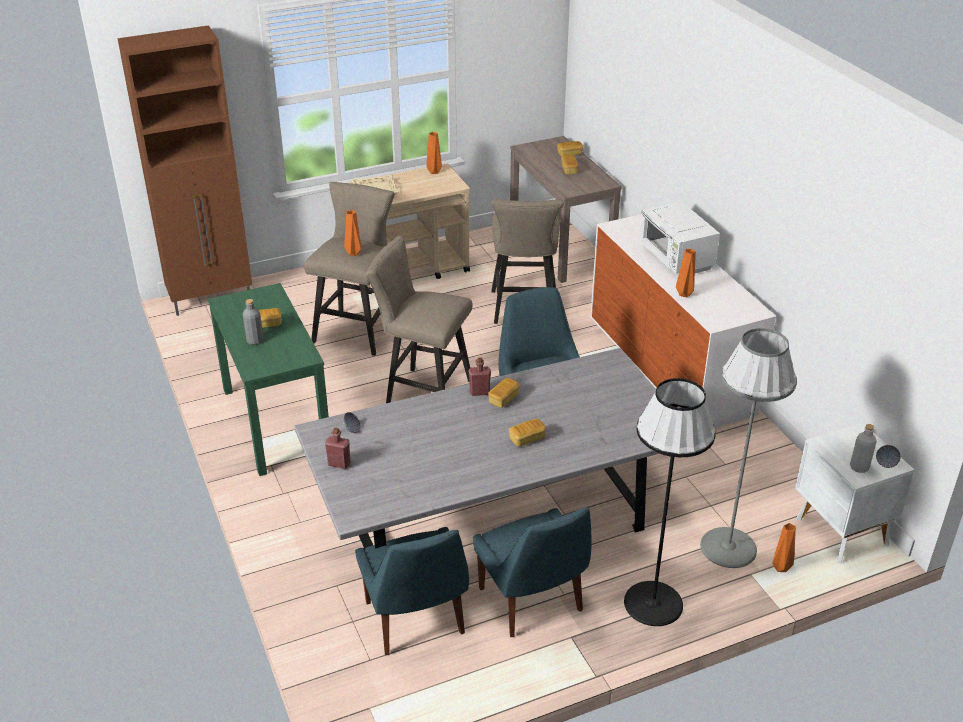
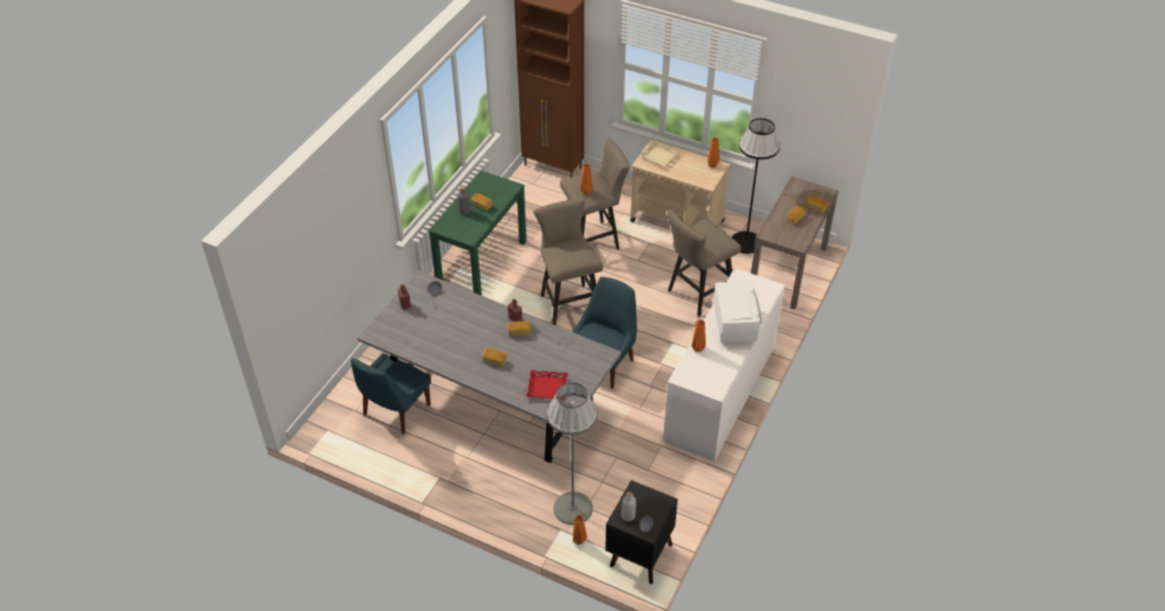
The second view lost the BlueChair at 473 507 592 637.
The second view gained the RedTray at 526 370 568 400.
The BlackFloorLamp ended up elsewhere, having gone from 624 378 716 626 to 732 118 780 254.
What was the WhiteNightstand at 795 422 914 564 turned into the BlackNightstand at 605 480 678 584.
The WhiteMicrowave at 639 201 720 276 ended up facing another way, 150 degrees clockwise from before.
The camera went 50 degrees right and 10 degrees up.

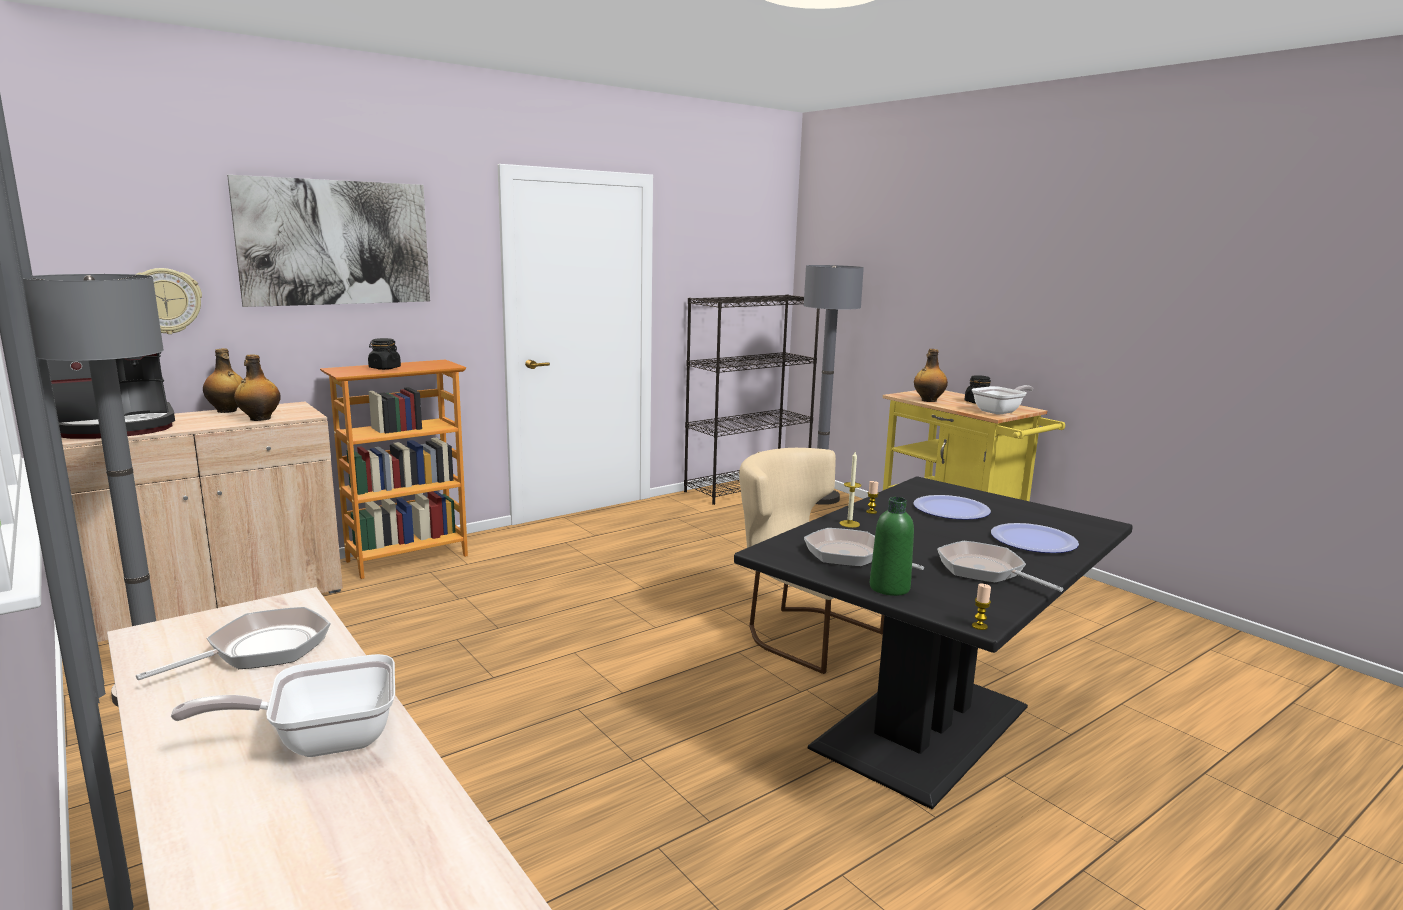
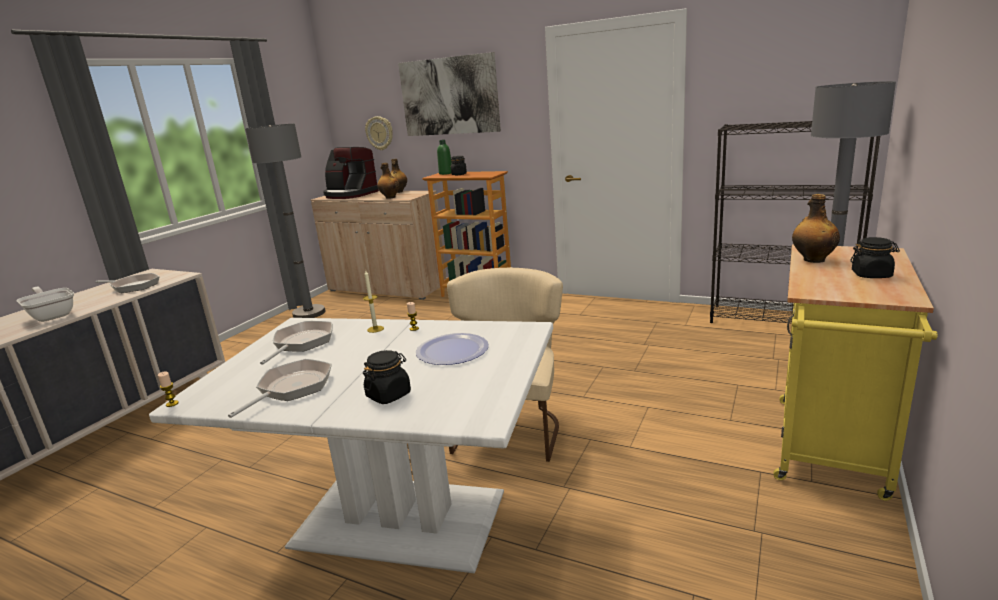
The second view lost the FryingPan at 972 385 1033 415.
The GreenBottle ended up elsewhere, having gone from 870 497 914 596 to 437 140 452 175.
Where the Plate stood at 991 523 1079 553, the BlackJar came to stand at 363 350 411 404.
What was the BlackDiningTable at 734 476 1133 809 turned into the WhiteDiningTable at 149 318 553 573.
The camera went 65 degrees right and 5 degrees up.

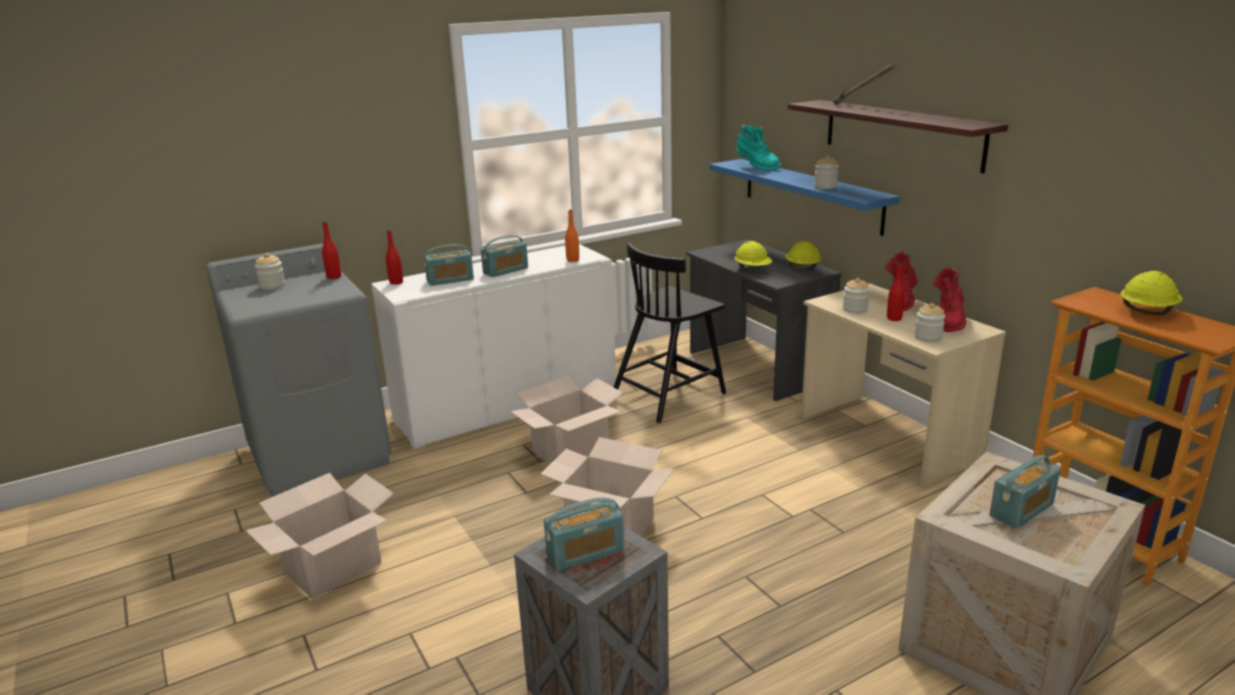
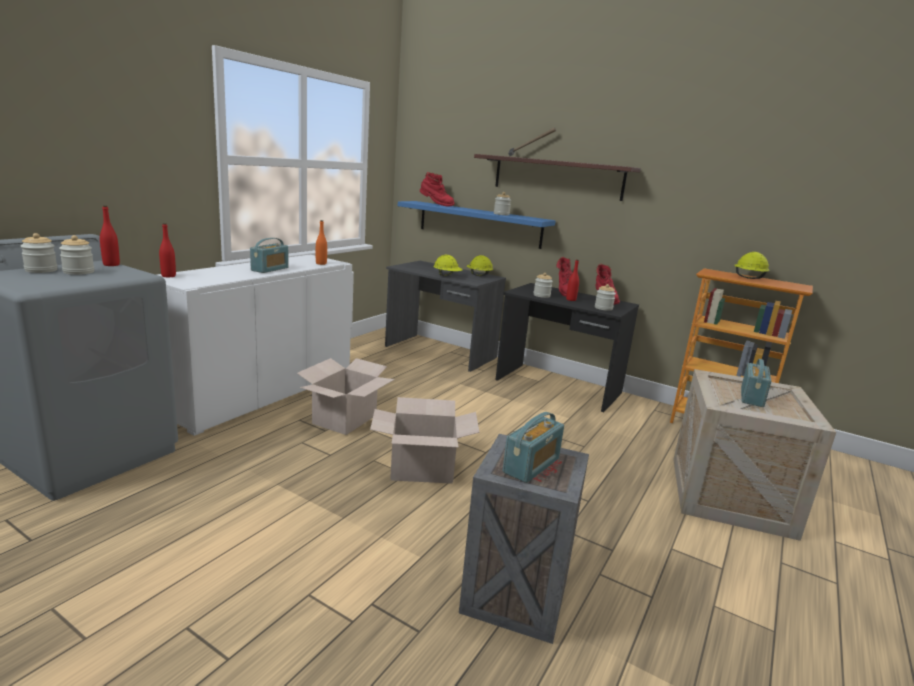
The second view lost the CardboardBox at 245 473 394 599.
The second view lost the Radio at 424 244 474 286.
The second view lost the BlackChair at 614 243 726 423.
The second view gained the Jar at 59 235 94 275.
What was the TurquoiseBoot at 736 125 781 171 turned into the RedBoot at 420 172 454 206.
What was the BeigeDesk at 801 283 1006 487 turned into the BlackDesk at 495 283 639 412.
The camera went 30 degrees left and 5 degrees down.

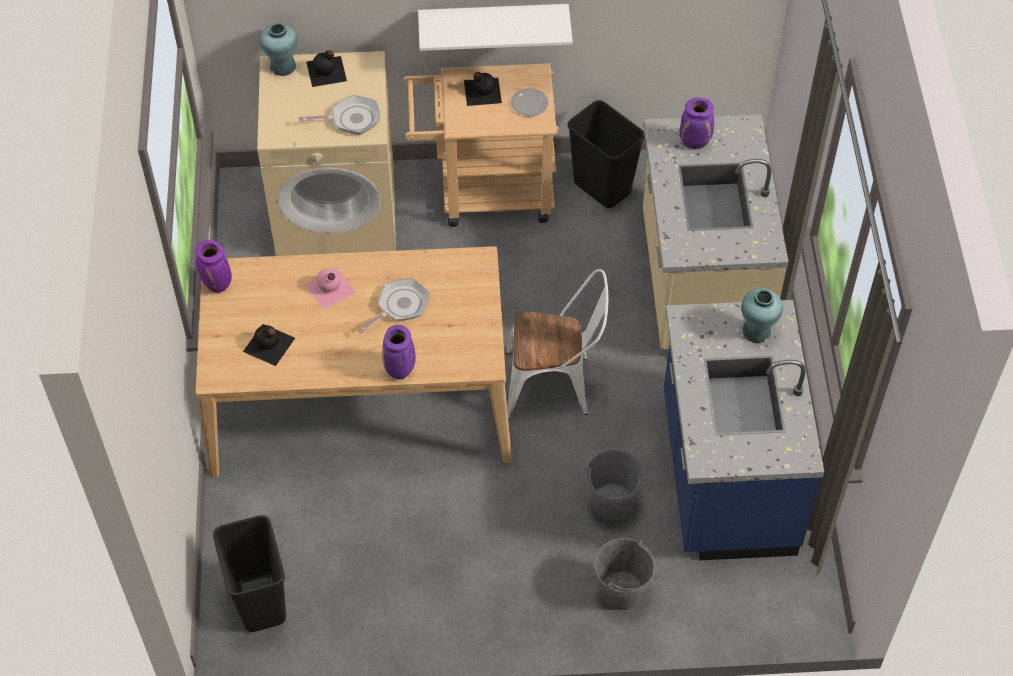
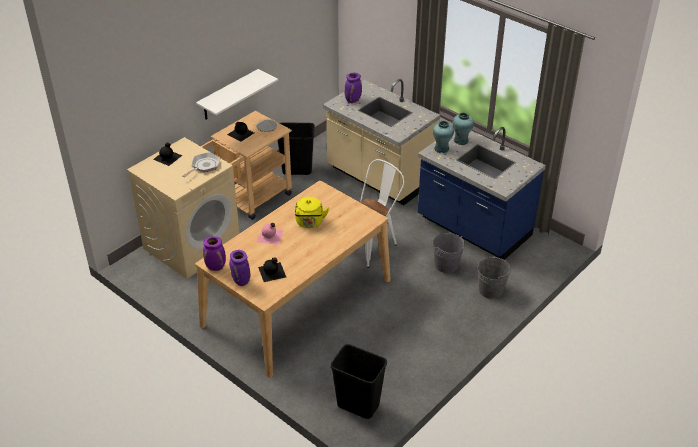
The TurquoiseVase ended up elsewhere, having gone from 260 23 298 76 to 433 121 454 153.
The PurpleVase ended up elsewhere, having gone from 382 325 416 379 to 229 250 251 286.
Where the FryingPan stood at 357 278 430 333, the YellowKettle came to stand at 295 197 329 228.
The camera went 45 degrees left and 15 degrees down.

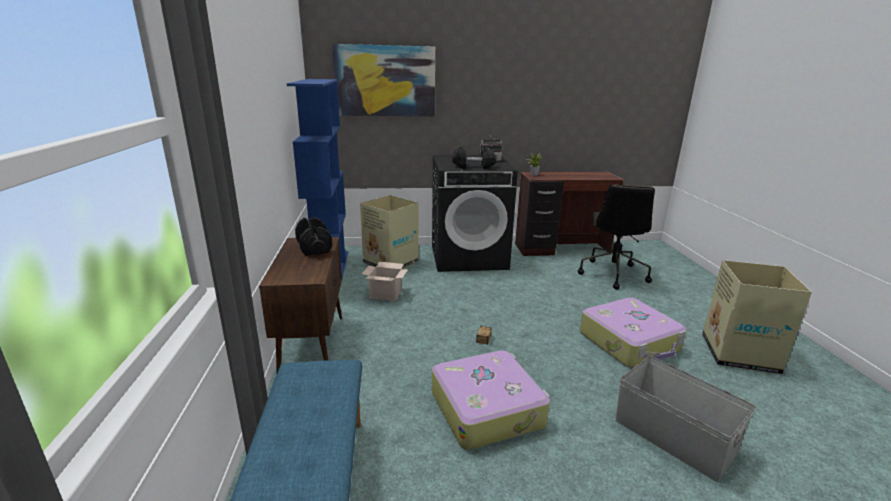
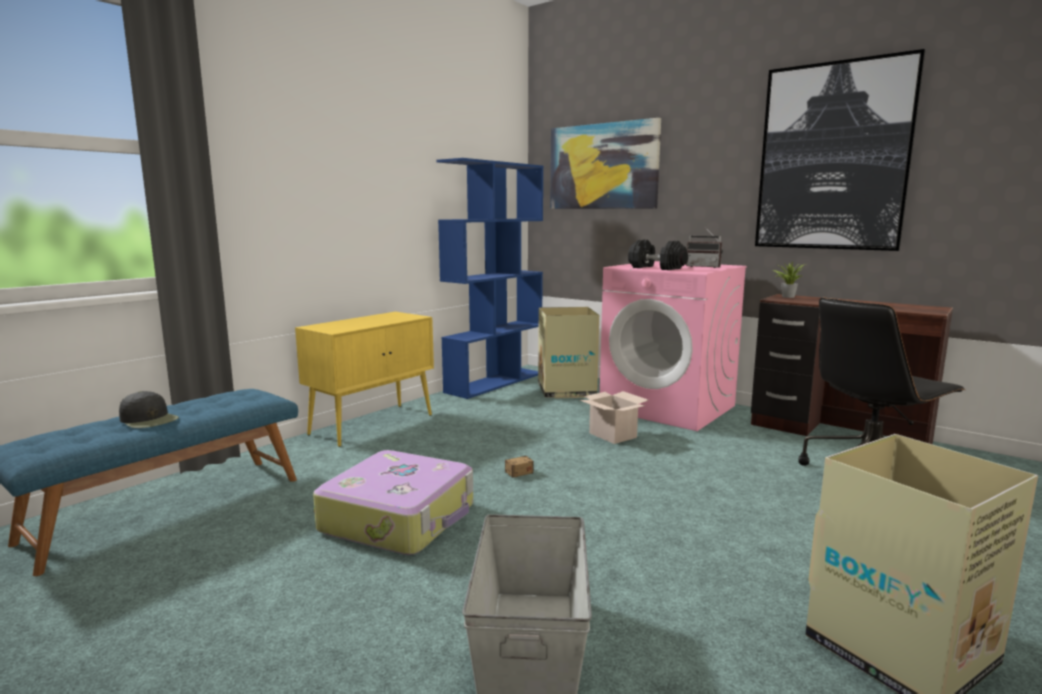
The second view lost the BlackDumbbell at 295 217 332 256.
The second view lost the Suitcase at 580 298 687 368.
The second view gained the BlackCap at 119 391 179 428.
The second view gained the Picture at 755 49 925 251.
The CardboardBox ended up elsewhere, having gone from 362 262 408 301 to 580 391 648 444.
What was the BrownCabinet at 259 237 342 373 turned into the YellowCabinet at 295 312 434 447.
What was the BlackWashingMachine at 432 155 518 272 turned into the PinkWashingMachine at 600 261 747 431.
The camera went 45 degrees right and 10 degrees down.

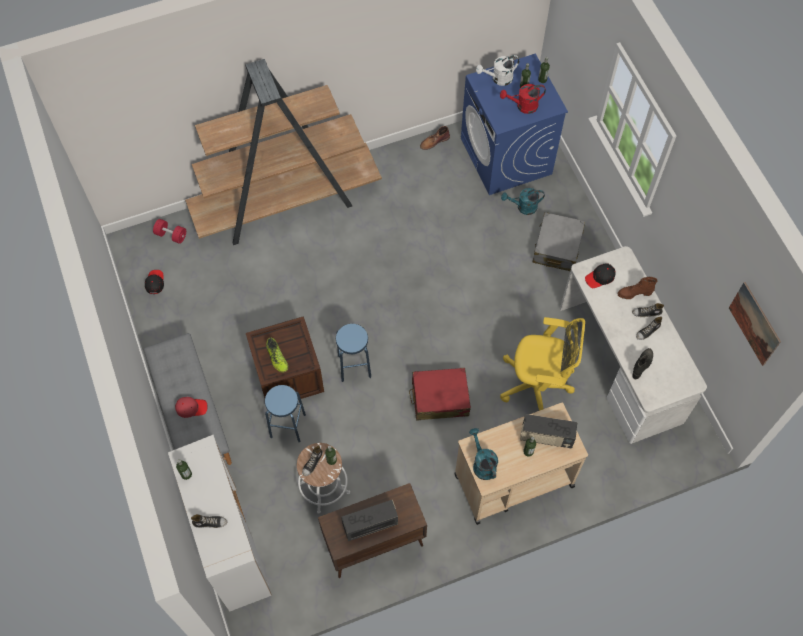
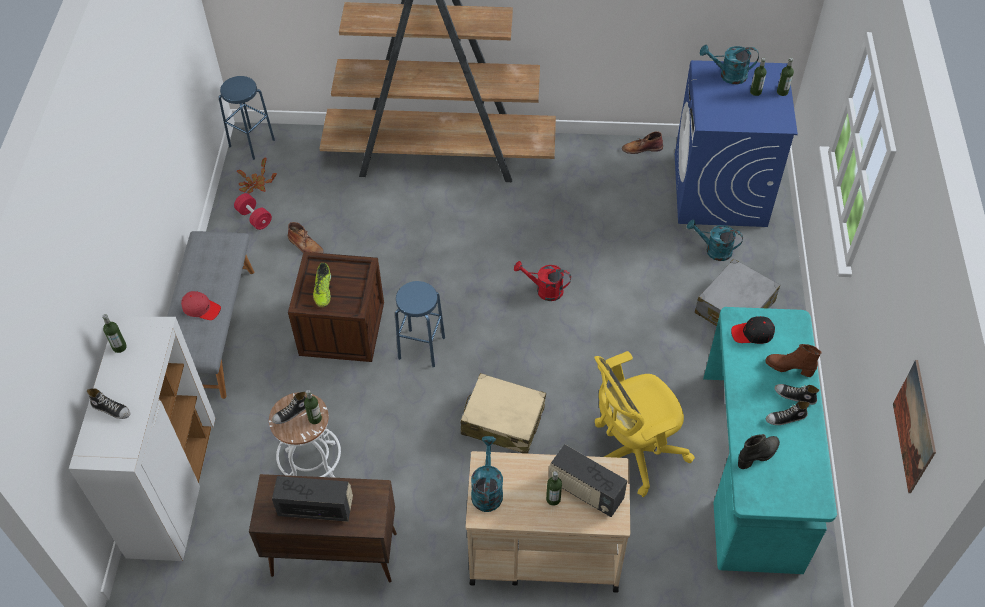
The second view gained the BrownBoot at 288 222 324 253.
The RedDumbbell ended up elsewhere, having gone from 153 219 186 244 to 234 193 272 230.
The BlueStool ended up elsewhere, having gone from 265 385 306 442 to 219 76 275 160.
The RedWateringCan ended up elsewhere, having gone from 500 84 546 114 to 514 261 571 301.
Where the BlackCap stood at 145 270 164 294, the PottedPlant came to stand at 237 158 277 193.
What was the RedSuitcase at 409 368 471 421 turned into the BeigeSuitcase at 461 373 546 454.
What was the WhiteWateringCan at 476 55 520 86 turned into the TurquoiseWateringCan at 700 45 759 84.
What was the WhiteDesk at 560 246 707 444 turned into the TurquoiseDesk at 703 307 837 574.
The YellowOfficeChair at 500 317 585 411 ended up facing another way, 120 degrees clockwise from before.
The camera went 25 degrees right and 10 degrees down.

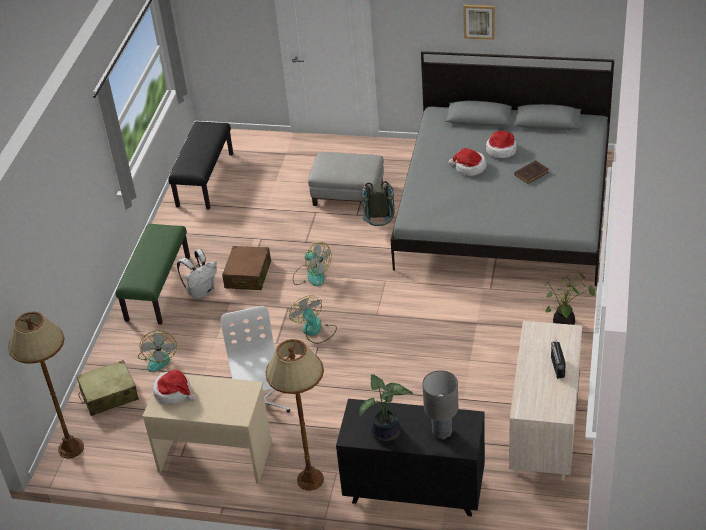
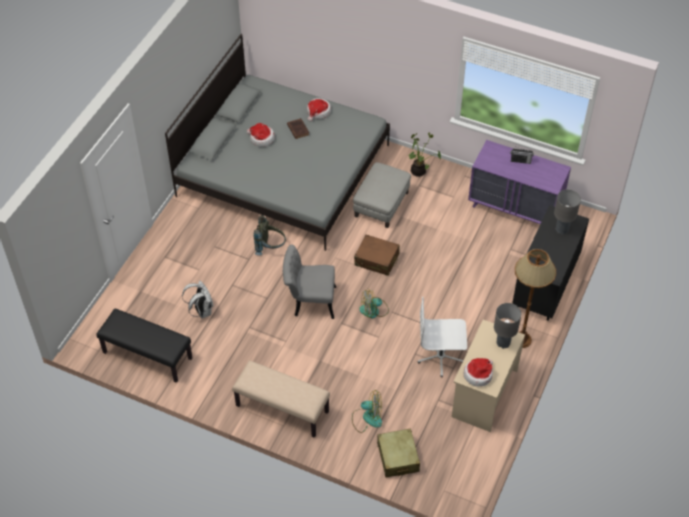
The second view lost the BrownFloorLamp at 8 311 84 459.
The second view lost the PottedPlant at 359 374 413 442.
The second view lost the Picture at 463 5 494 40.
The second view gained the GreyTableLamp at 494 303 521 349.
The WhiteBackpack ended up elsewhere, having gone from 177 249 217 300 to 182 280 213 318.
The BrownSuitcase ended up elsewhere, having gone from 222 246 271 290 to 354 235 400 276.
The GreyOttoman ended up elsewhere, having gone from 308 152 384 206 to 353 162 411 228.
The Hat ended up elsewhere, having gone from 449 148 486 176 to 307 98 331 122.
Where the Fan stood at 293 242 332 286, the GreyChair came to stand at 283 244 336 319.
What was the GreenBench at 116 224 190 325 turned into the BeigeBench at 232 360 330 438.
What was the BeigeDresser at 509 321 582 480 turned into the PurpleDresser at 468 140 571 224.
The camera went 80 degrees left and 10 degrees up.

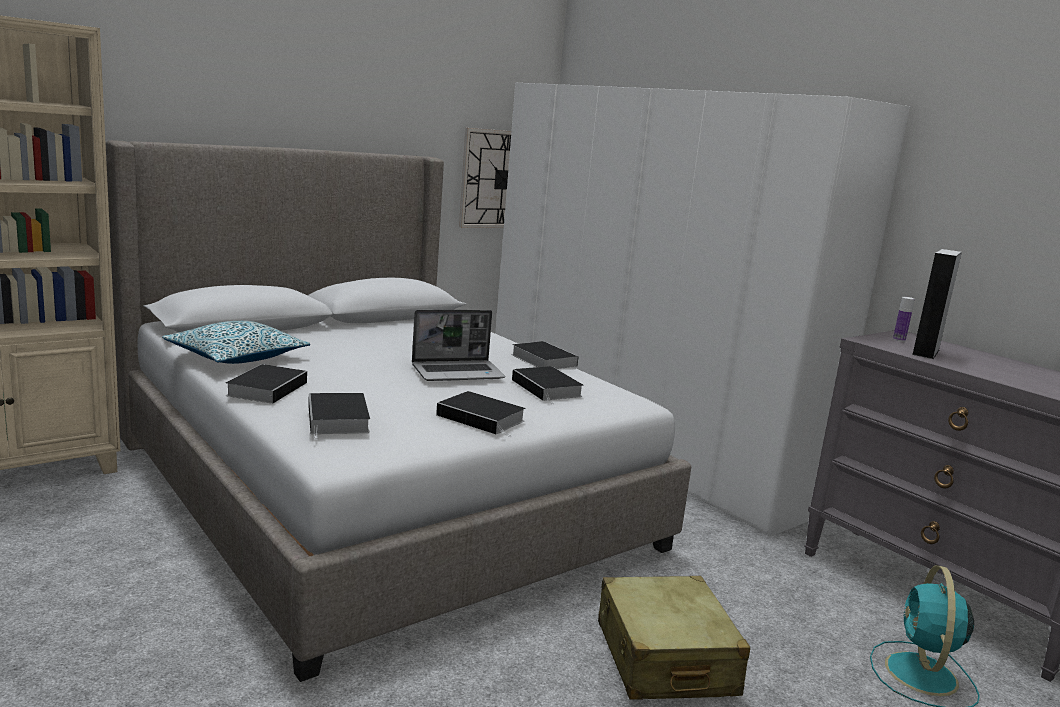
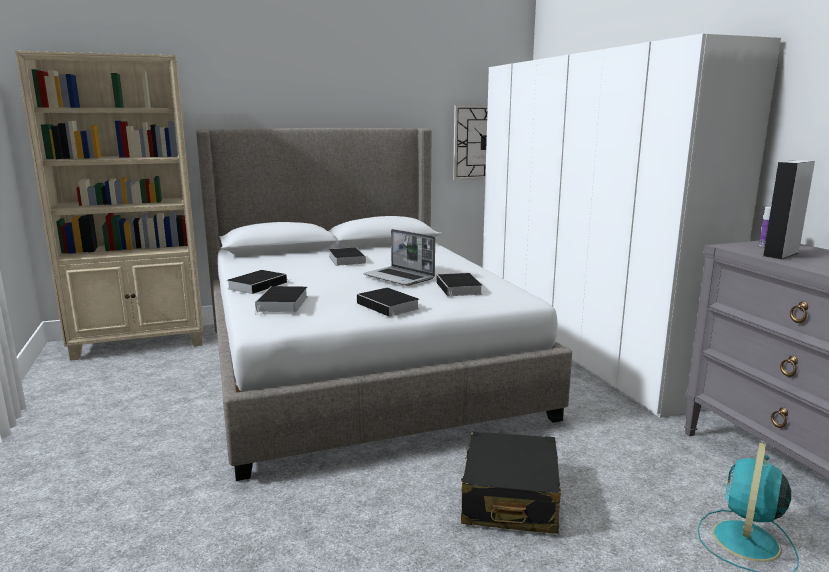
The second view lost the Pillow at 162 321 310 364.
The Book ended up elsewhere, having gone from 512 341 579 369 to 329 248 366 266.
What was the BeigeSuitcase at 598 576 751 700 turned into the BlackSuitcase at 461 431 561 534.
The Laptop at 412 310 505 381 ended up facing another way, 45 degrees clockwise from before.
The camera went 20 degrees right and 0 degrees up.

